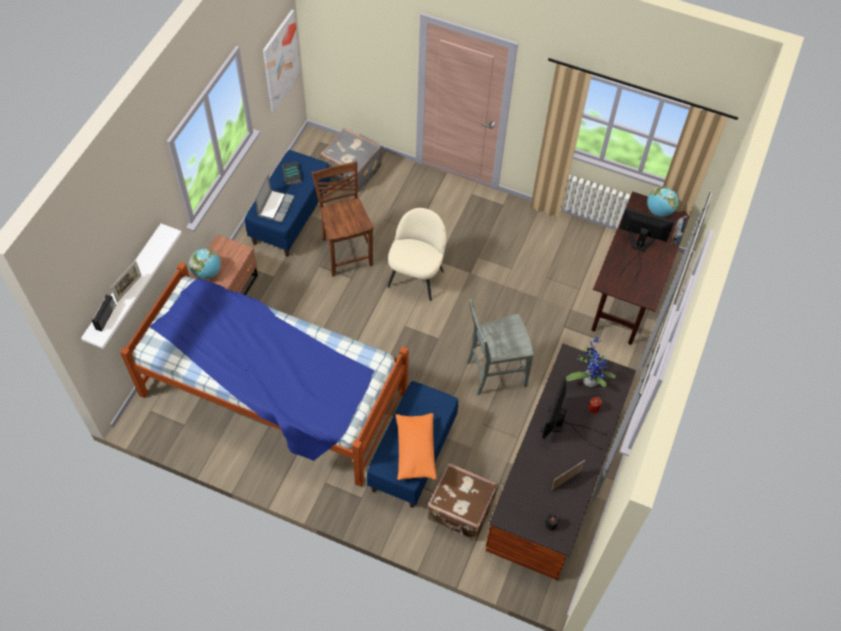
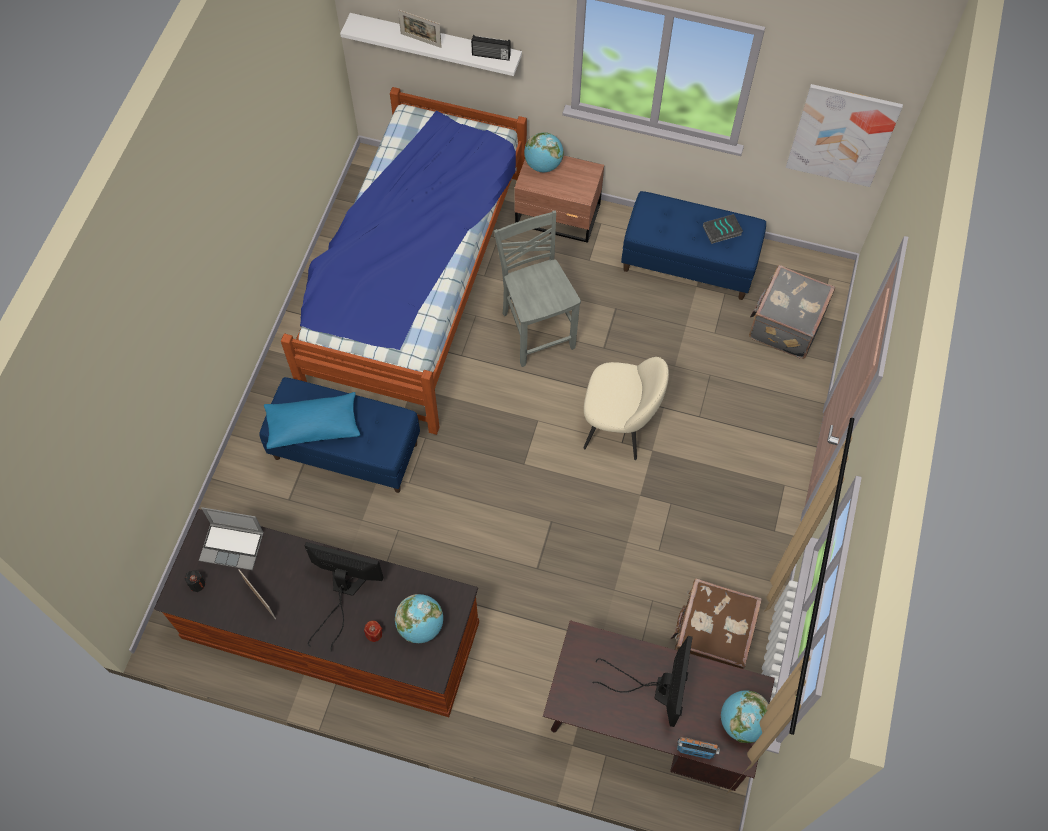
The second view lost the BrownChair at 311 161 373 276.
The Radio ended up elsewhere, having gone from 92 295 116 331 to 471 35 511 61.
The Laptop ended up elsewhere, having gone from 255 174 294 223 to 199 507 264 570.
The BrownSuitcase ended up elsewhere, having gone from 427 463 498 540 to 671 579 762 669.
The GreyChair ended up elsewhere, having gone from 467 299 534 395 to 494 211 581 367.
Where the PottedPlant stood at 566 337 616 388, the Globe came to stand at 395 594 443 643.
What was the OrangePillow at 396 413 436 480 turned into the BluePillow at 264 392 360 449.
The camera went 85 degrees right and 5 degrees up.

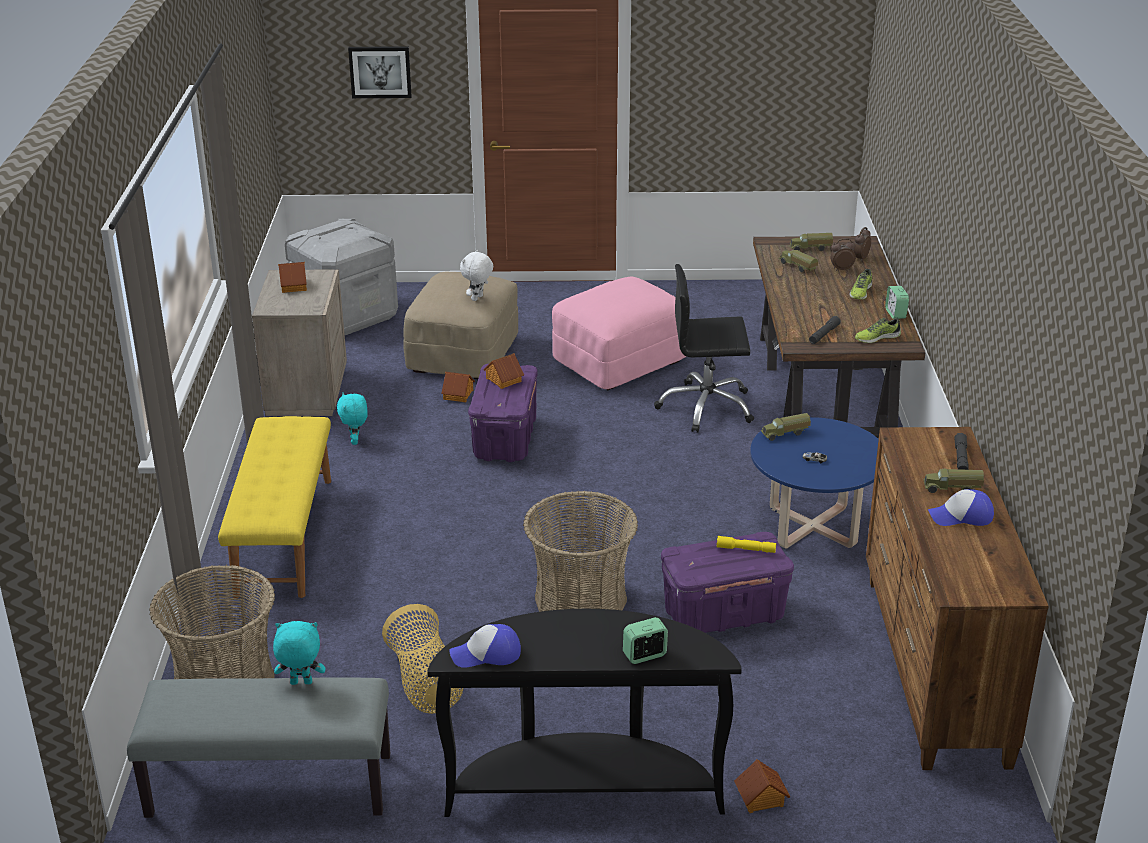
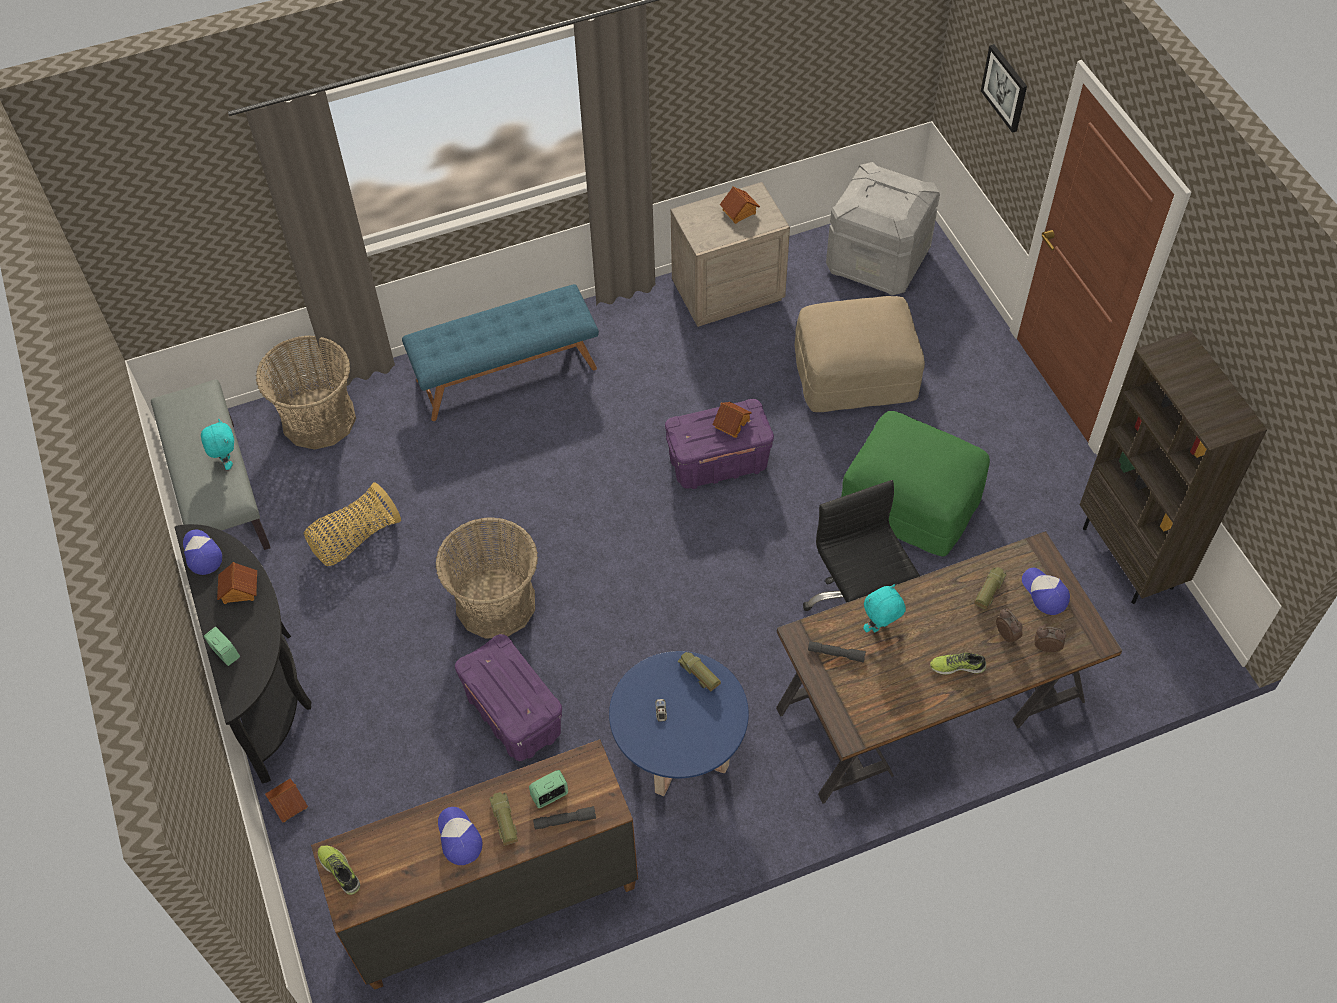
The second view lost the WhitePlushToy at 460 250 493 301.
The second view lost the YellowFlashlight at 716 536 776 553.
The second view gained the BrownBookcase at 1080 330 1267 604.
The TurquoisePlushToy ended up elsewhere, having gone from 337 392 368 445 to 863 584 906 632.
The ToyHouse ended up elsewhere, having gone from 441 372 475 402 to 217 562 257 604.
The Shoe ended up elsewhere, having gone from 855 318 901 343 to 317 845 360 895.
The AlarmClock ended up elsewhere, having gone from 885 286 909 319 to 529 770 568 808.
Where the ToyTruck stood at 790 233 833 251, the Cap came to stand at 1022 568 1070 615.
What was the YellowBench at 218 416 331 598 turned into the BlueBench at 402 284 599 421.
What was the PinkOttoman at 552 277 686 390 turned into the GreenOttoman at 841 411 990 557.
The camera went 70 degrees right and 25 degrees up.

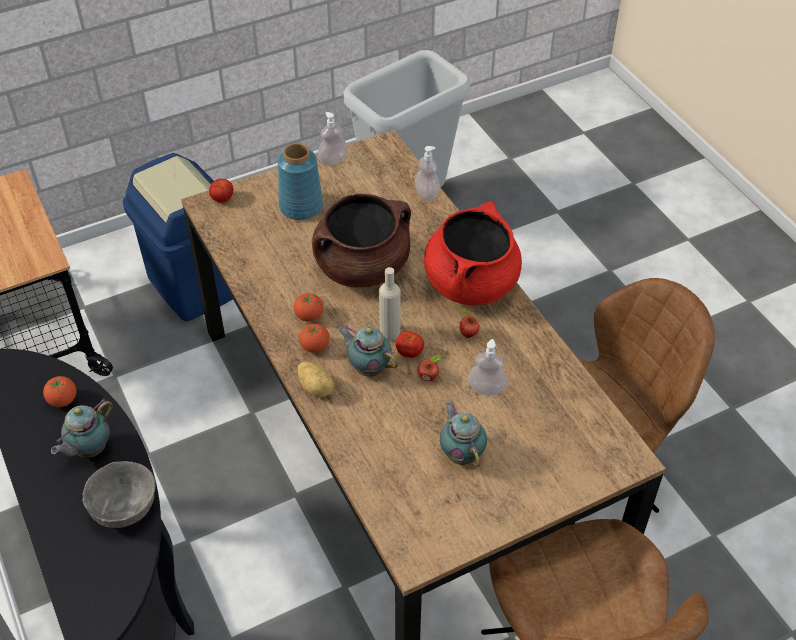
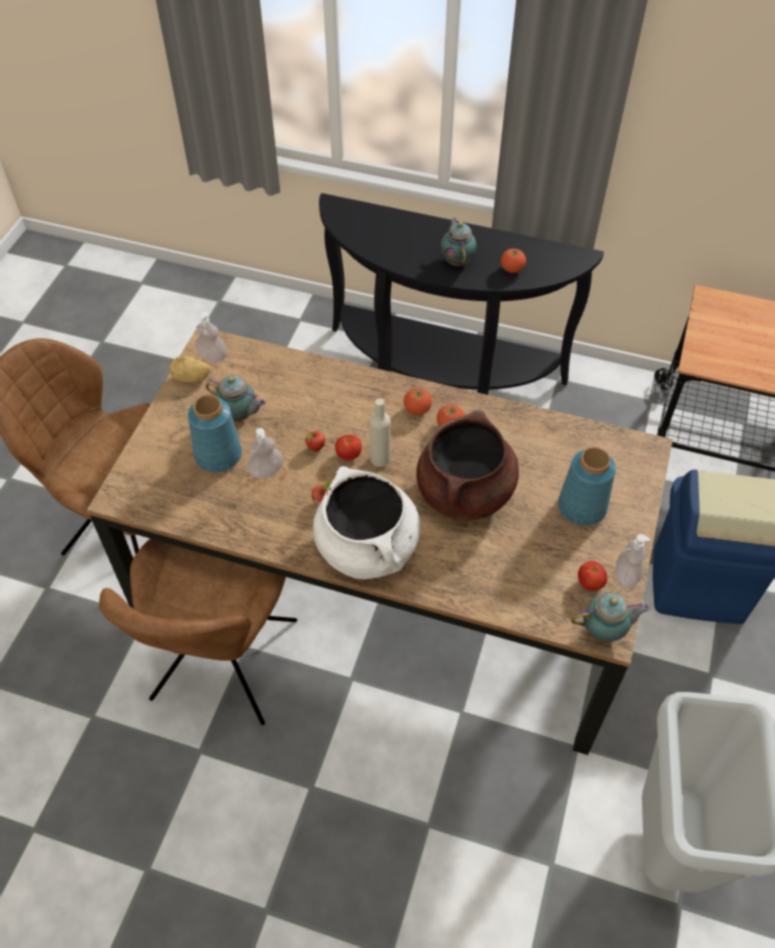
The second view lost the GreyBowl at 82 461 155 528.
The second view gained the BlueVase at 188 395 242 472.
The Tomato ended up elsewhere, having gone from 209 179 234 203 to 578 561 607 590.
The Potato ended up elsewhere, having gone from 297 361 335 397 to 169 356 210 383.
The Teapot ended up elsewhere, having gone from 338 325 398 377 to 571 594 650 643.
The SoapDispenser ended up elsewhere, having gone from 415 146 440 200 to 195 312 227 363.
What was the RedCookingPot at 424 201 522 305 turned into the WhiteCookingPot at 313 466 420 579.
The camera went 135 degrees right and 5 degrees up.

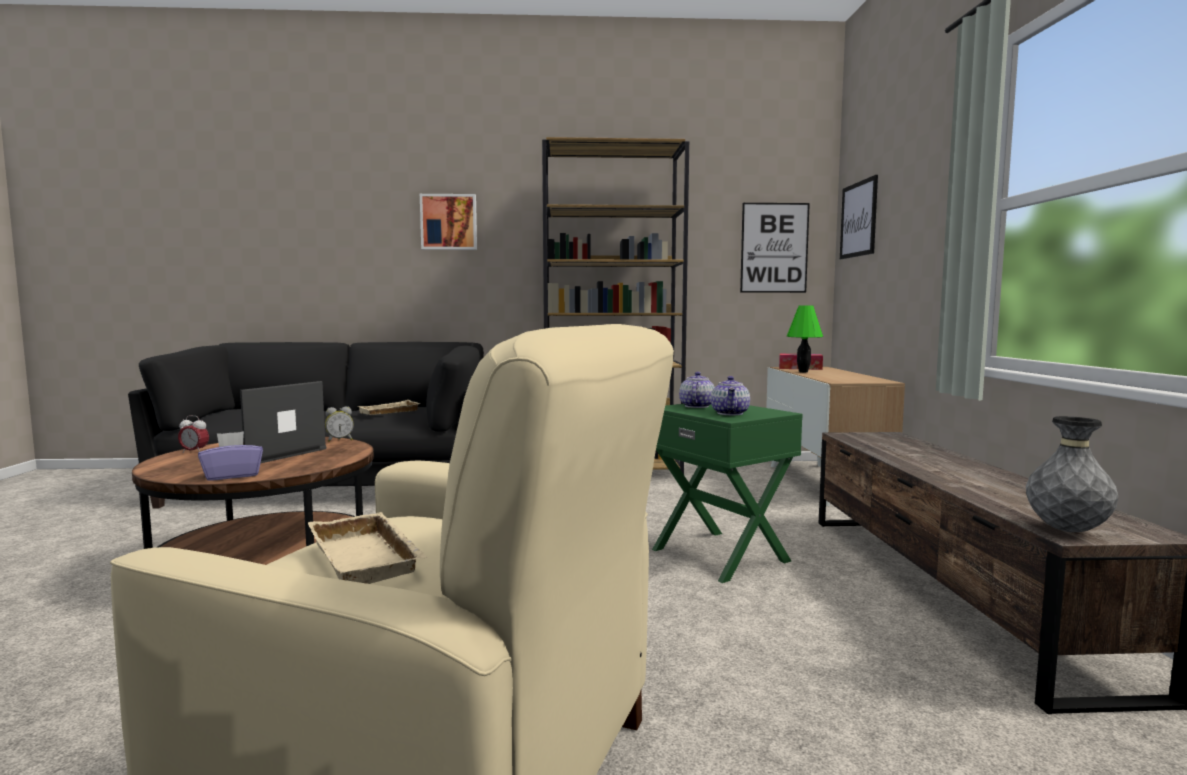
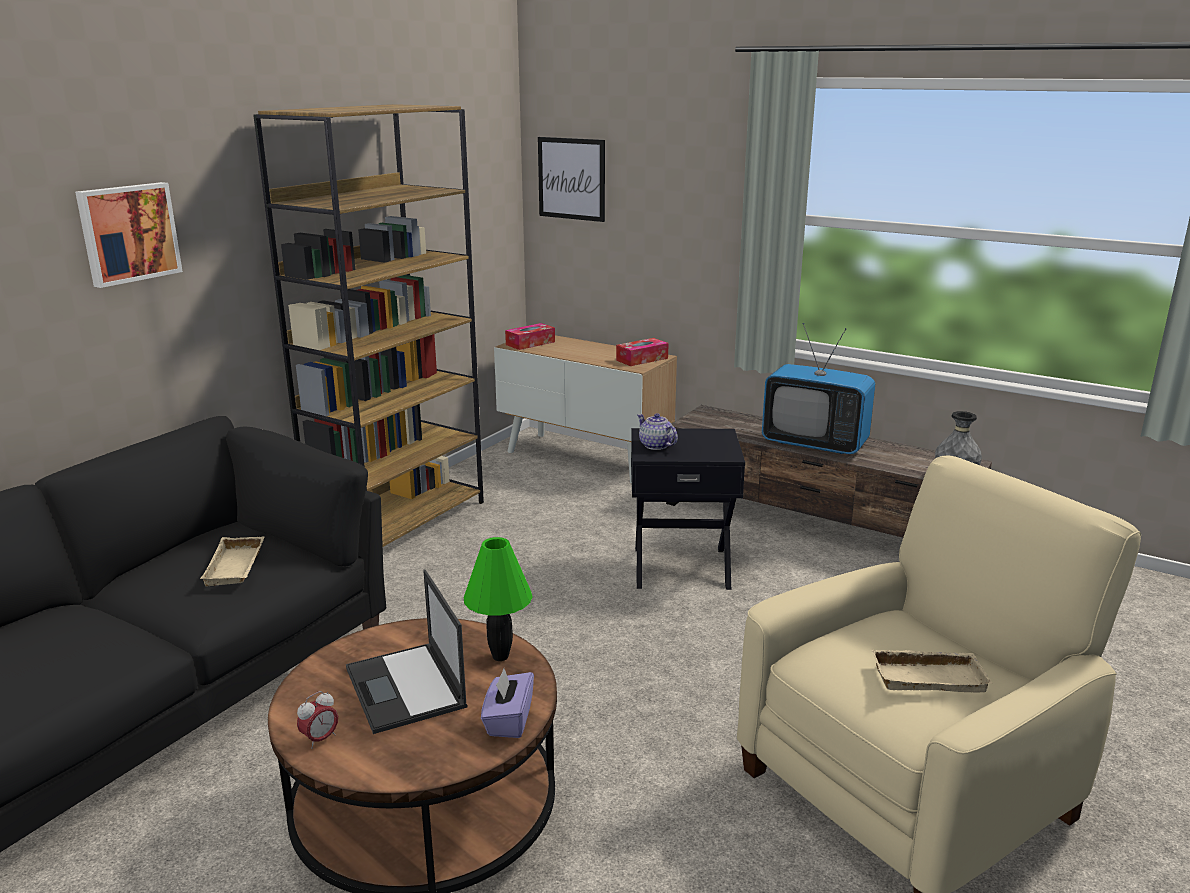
The second view lost the AlarmClock at 325 407 354 442.
The second view lost the Teapot at 711 376 750 415.
The second view lost the Picture at 740 203 810 293.
The second view gained the TissueBox at 616 338 669 366.
The second view gained the Television at 762 323 875 454.
The GreenTableLamp ended up elsewhere, having gone from 787 305 823 372 to 464 537 532 661.
What was the GreenSideTable at 652 404 803 583 turned into the BlackSideTable at 631 428 745 590.
The camera went 55 degrees left and 15 degrees up.

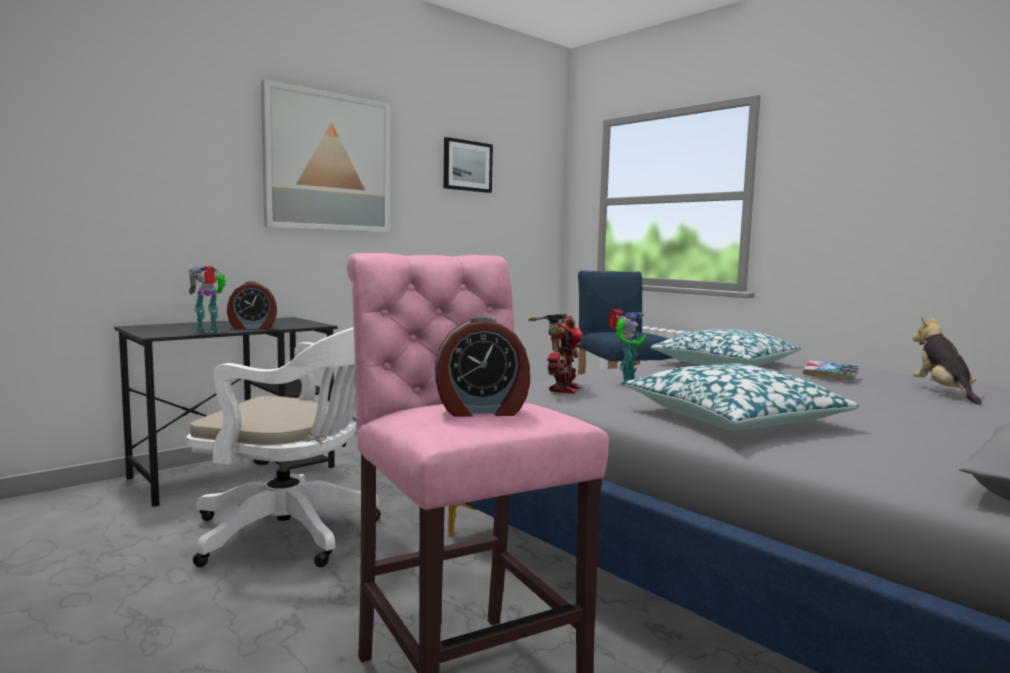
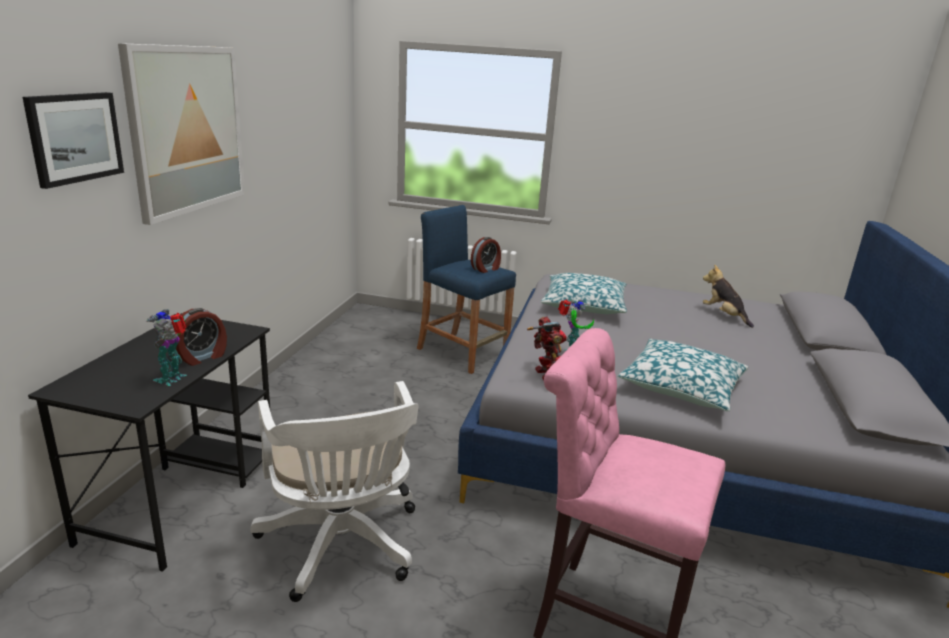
The second view lost the Book at 803 361 859 380.
The AlarmClock ended up elsewhere, having gone from 435 316 530 417 to 471 237 501 273.
The Picture ended up elsewhere, having gone from 443 137 493 193 to 23 92 124 189.
The WhiteOfficeChair at 187 327 381 567 ended up facing another way, 90 degrees clockwise from before.
The camera went 35 degrees left and 15 degrees up.

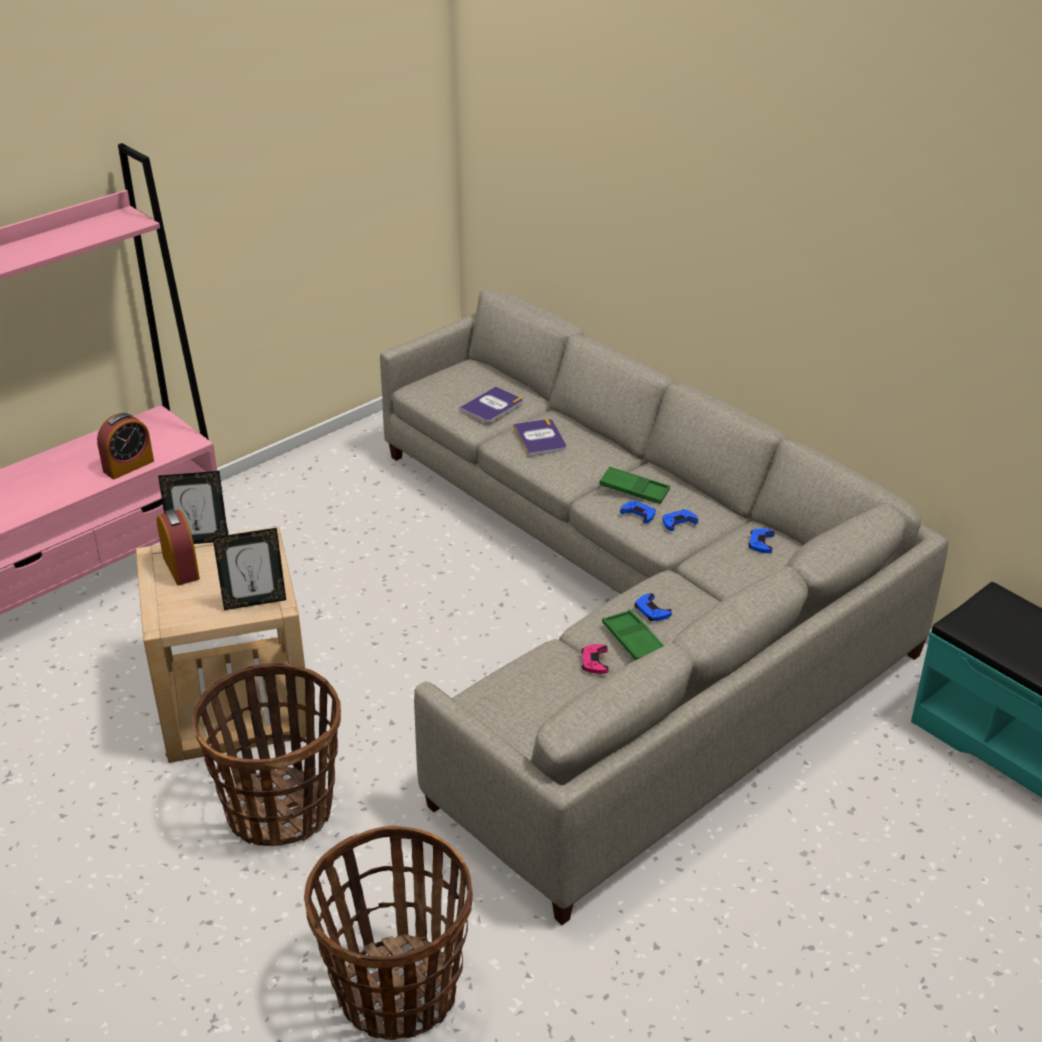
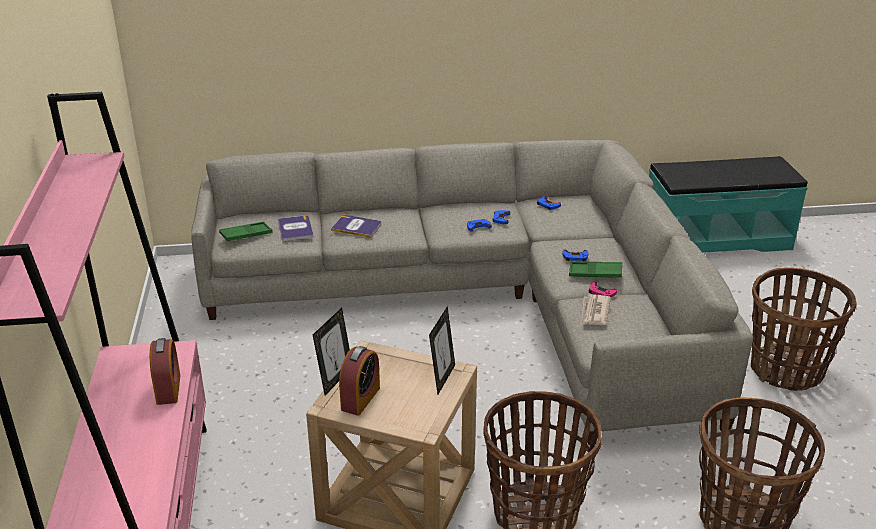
The second view gained the Newspaper at 581 294 611 325.
The second view gained the Basket at 751 268 857 391.
The GreenTray ended up elsewhere, having gone from 599 467 670 504 to 219 222 273 242.
The AlarmClock at 157 509 200 585 ended up facing another way, 105 degrees clockwise from before.
The camera went 55 degrees left and 5 degrees down.

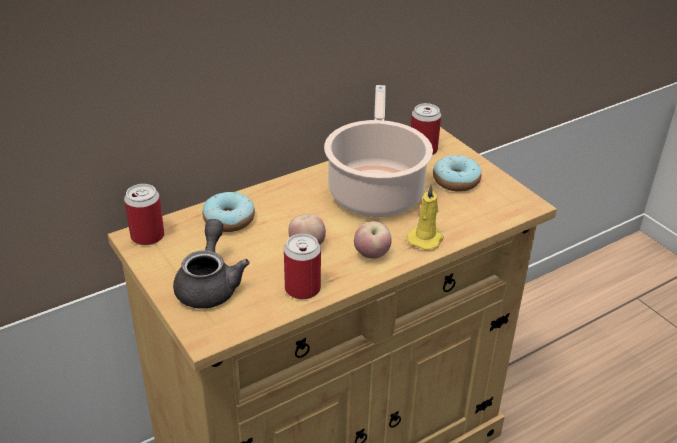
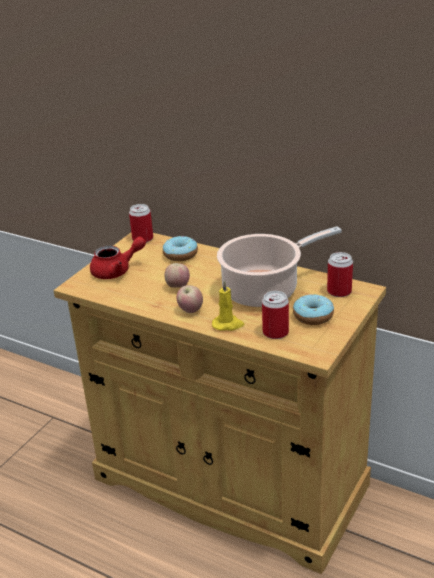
The Can ended up elsewhere, having gone from 284 234 321 300 to 262 291 289 339.
What was the GreyTeapot at 173 219 250 309 turned into the RedTeapot at 90 237 146 279.
The camera went 65 degrees right and 5 degrees down.

